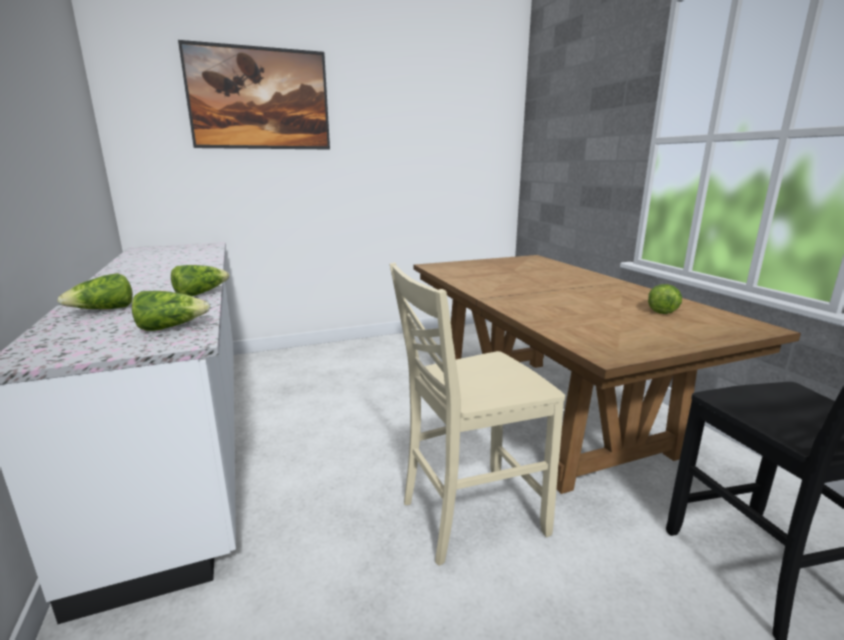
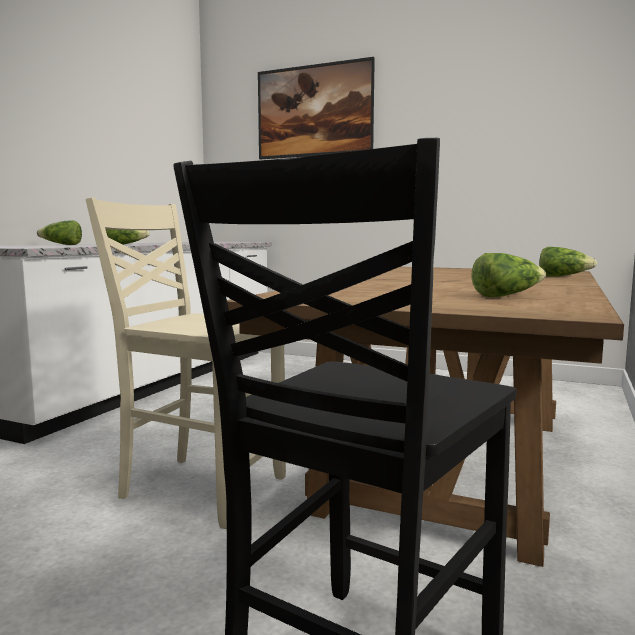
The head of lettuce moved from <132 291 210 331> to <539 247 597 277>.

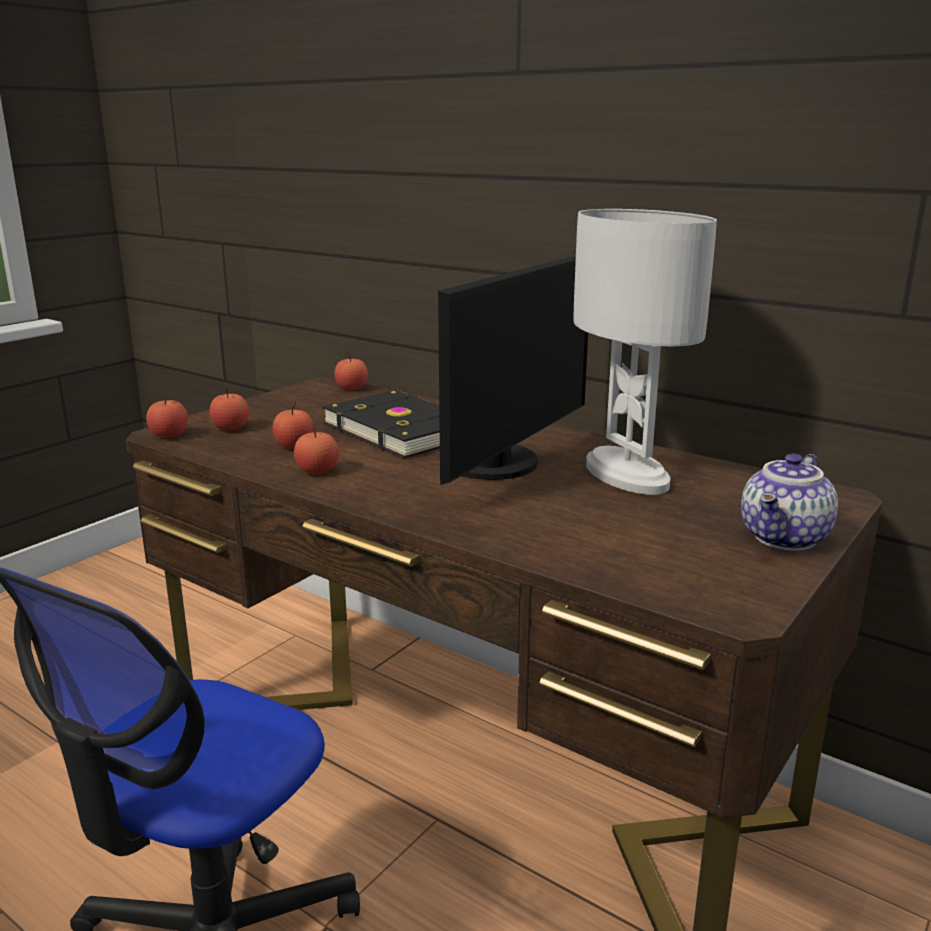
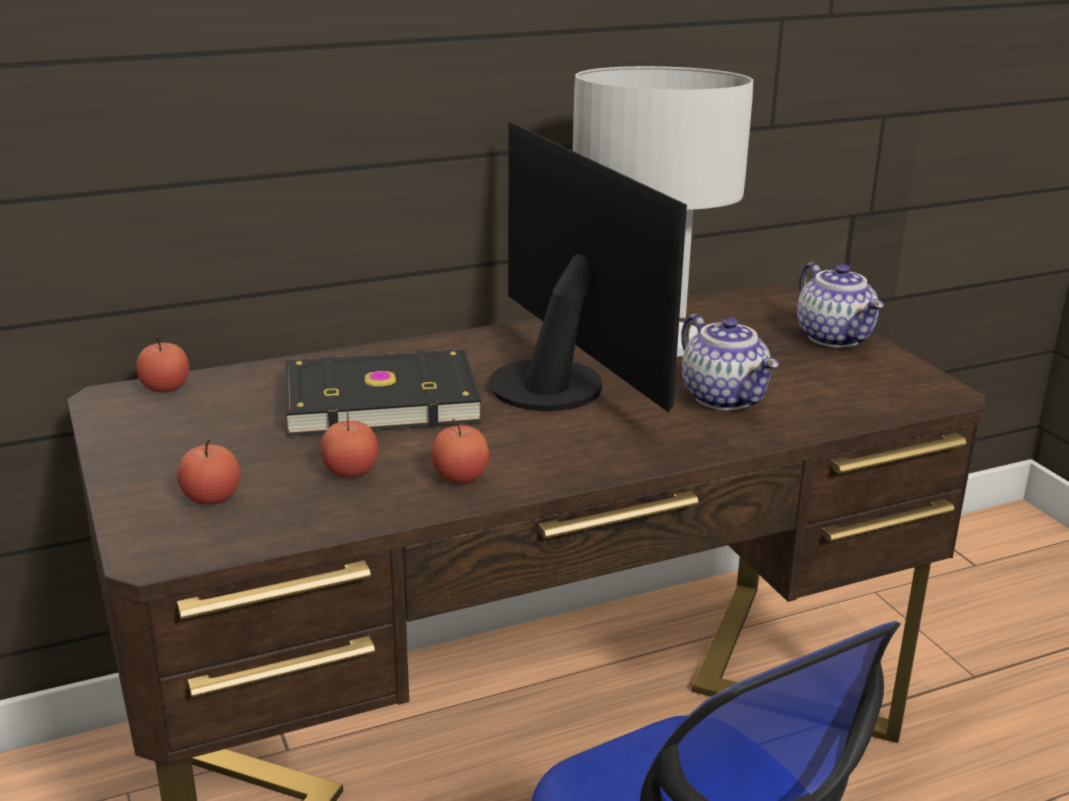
The apple fruit at <146 393 188 438> disappeared.
The pot for tea at <681 314 779 410> appeared.

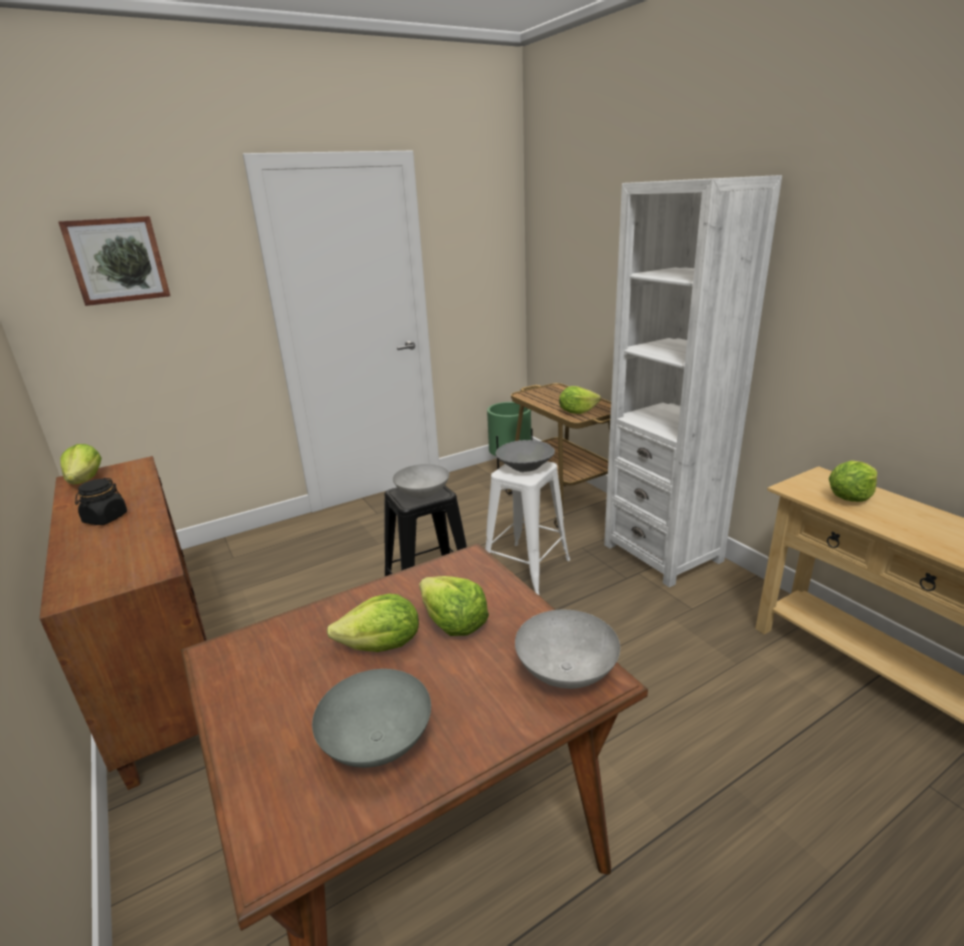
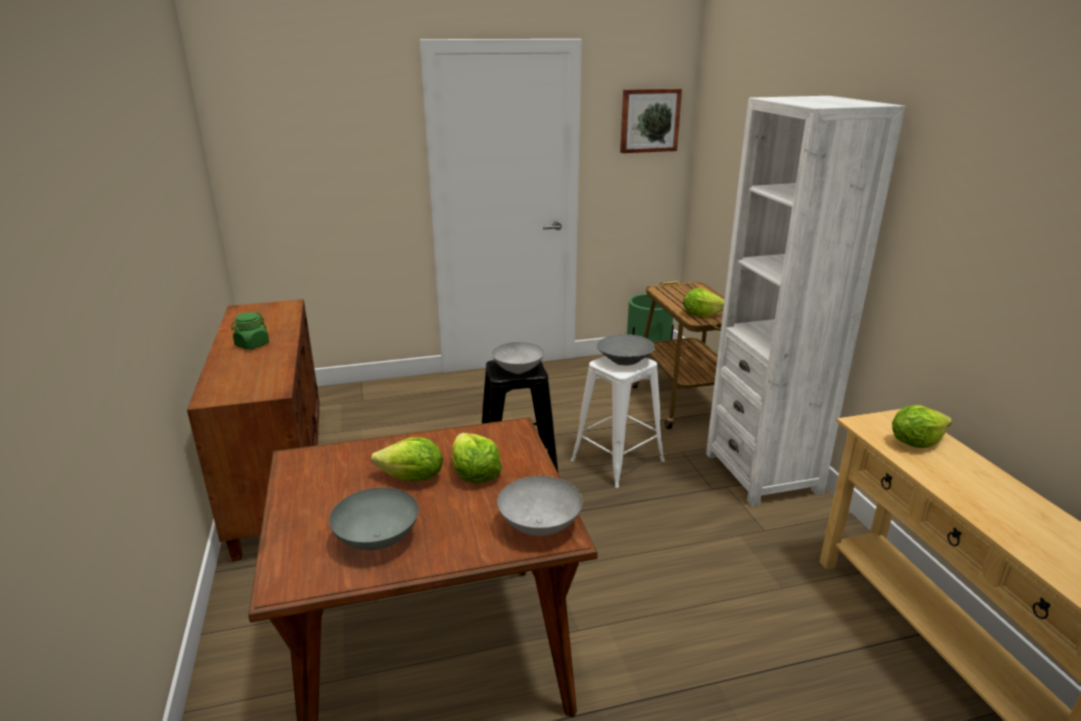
The head of lettuce at <60 444 102 485> disappeared.
The picture moved from <58 216 170 306> to <620 88 682 153>.
The jar in black at <75 478 127 525> became the jar in green-coloured at <231 312 269 350>.

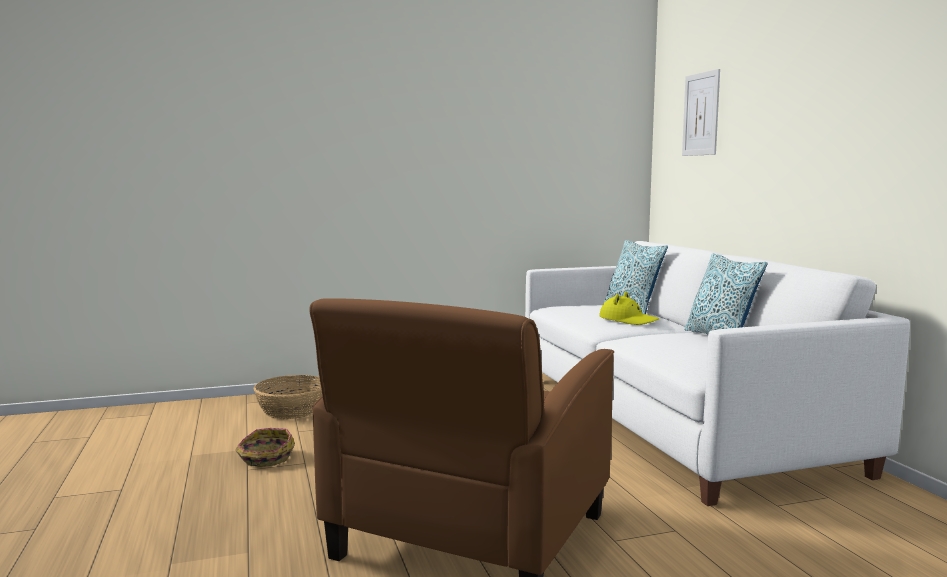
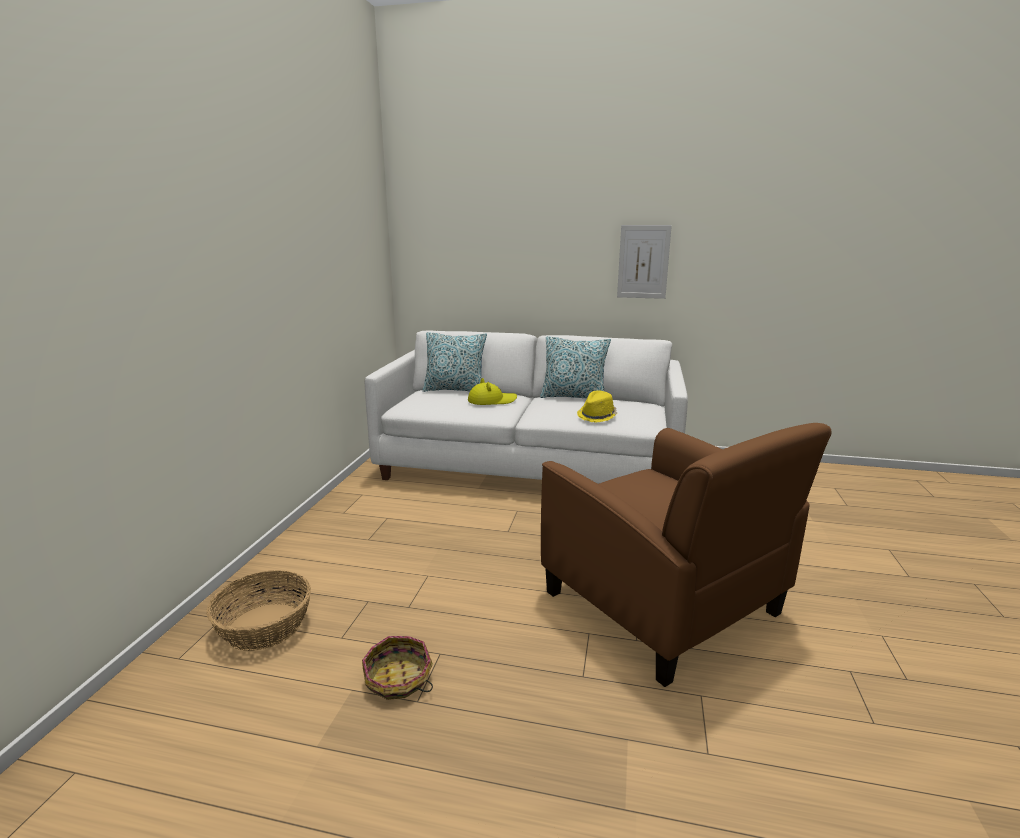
The clothing hat in yellow at <577 390 617 423> appeared.
The picture moved from <682 69 720 156> to <617 225 672 299>.

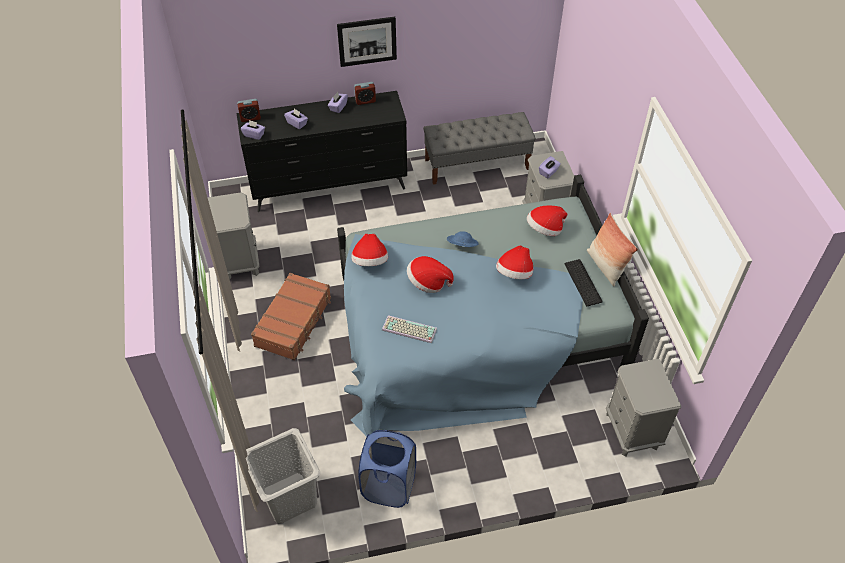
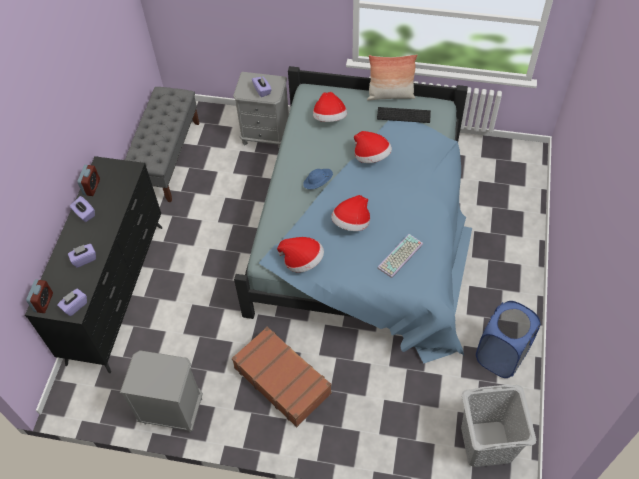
The picture at <337 17 397 67> disappeared.
The bedside table in greyish at <606 359 681 457> disappeared.

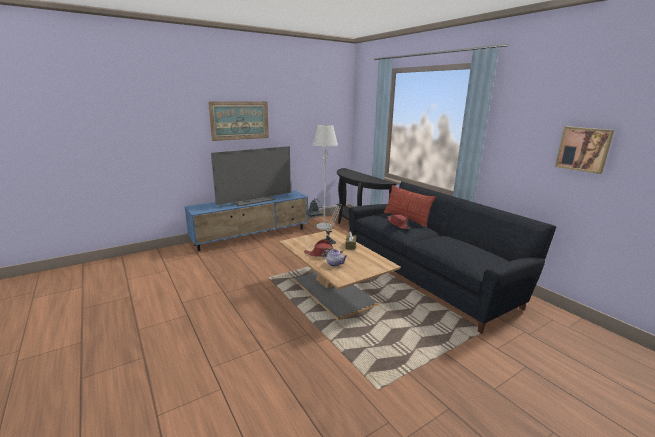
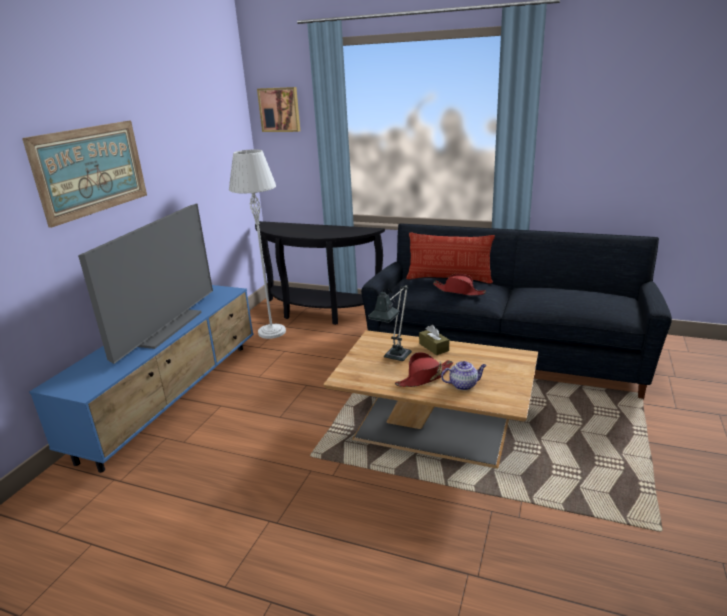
The picture moved from <555 127 614 174> to <257 87 300 132>.

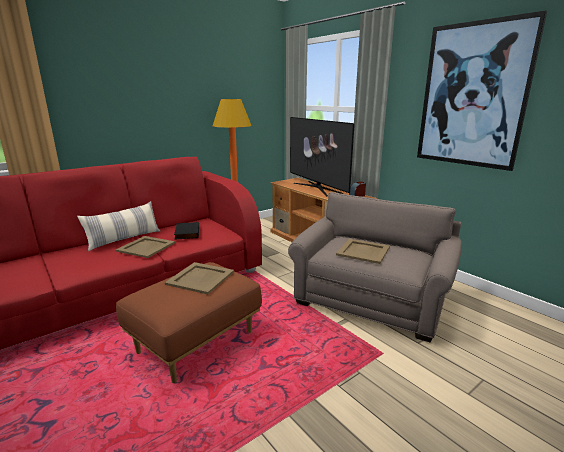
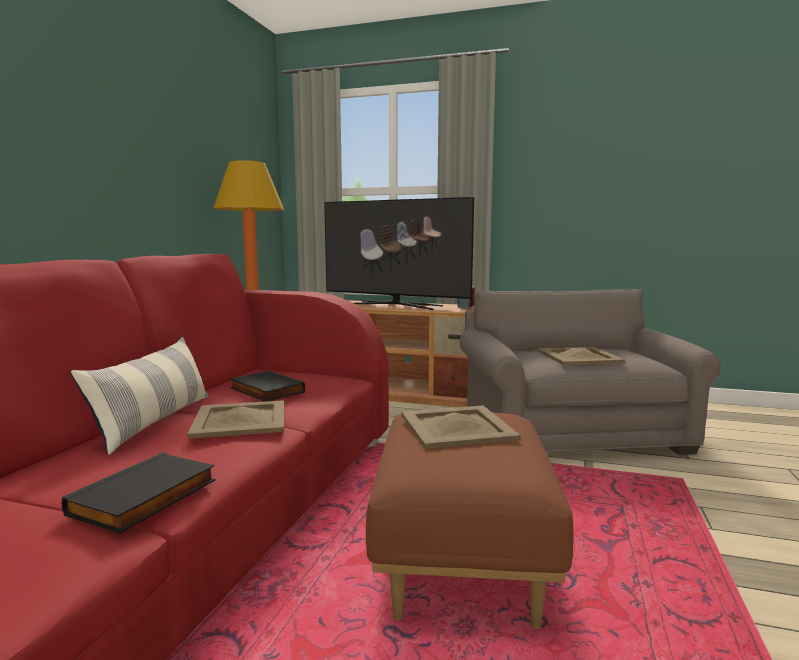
The picture at <417 10 547 171> disappeared.
The book in black at <62 452 216 534> appeared.

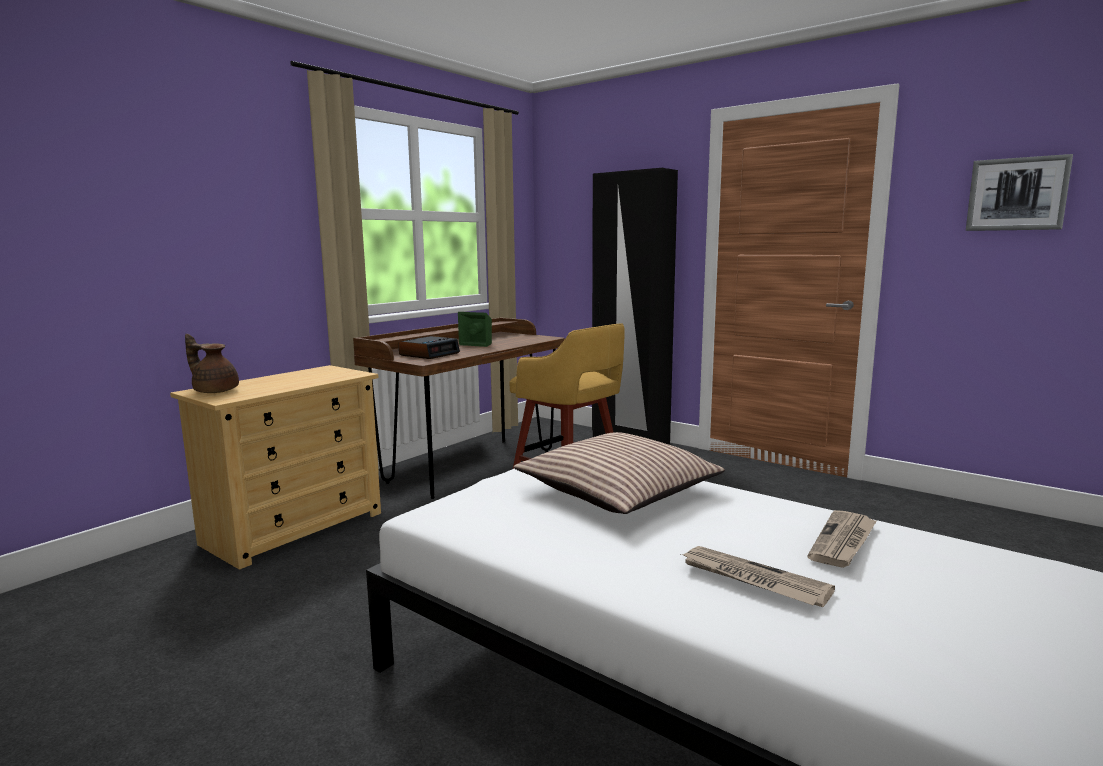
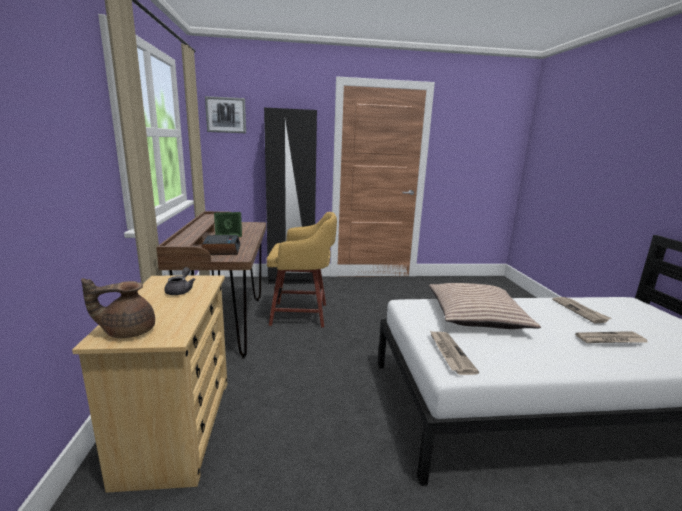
The pot for tea in greyish at <164 267 196 295> appeared.
The printed paper at <430 331 479 375> appeared.
The picture moved from <966 154 1073 231> to <205 96 246 133>.

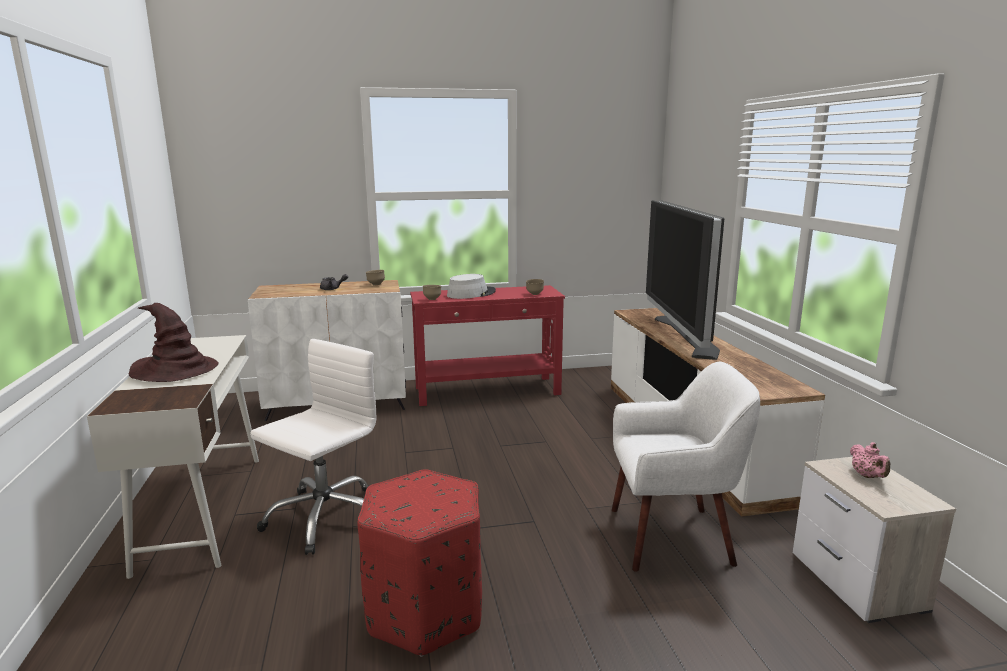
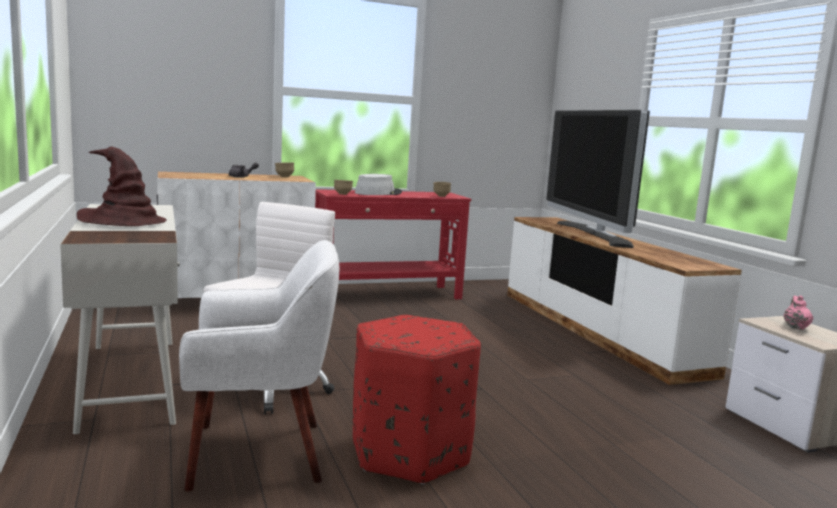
The easy chair in white-coloured moved from <612 362 760 572> to <179 240 339 492>.
The pot for tea in pink at <850 442 891 478> turned 150 degrees counterclockwise.

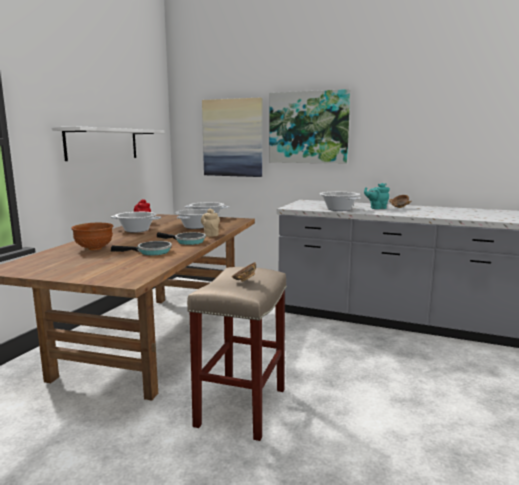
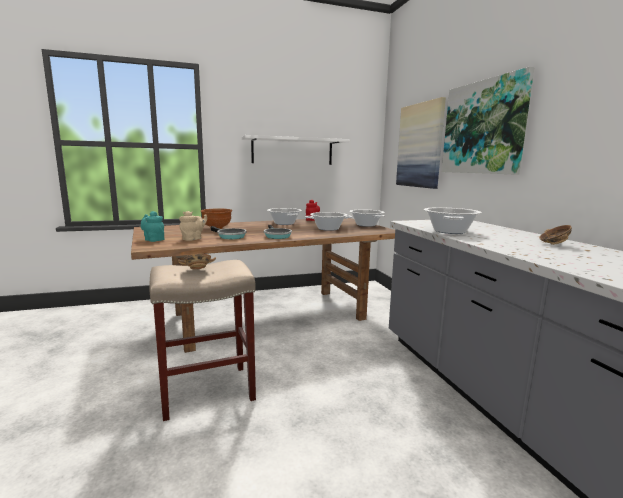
The pot for tea in beige-coloured moved from <201 208 220 237> to <179 211 207 241>.
The pot for tea in turquoise moved from <364 183 390 209> to <141 211 165 242>.

